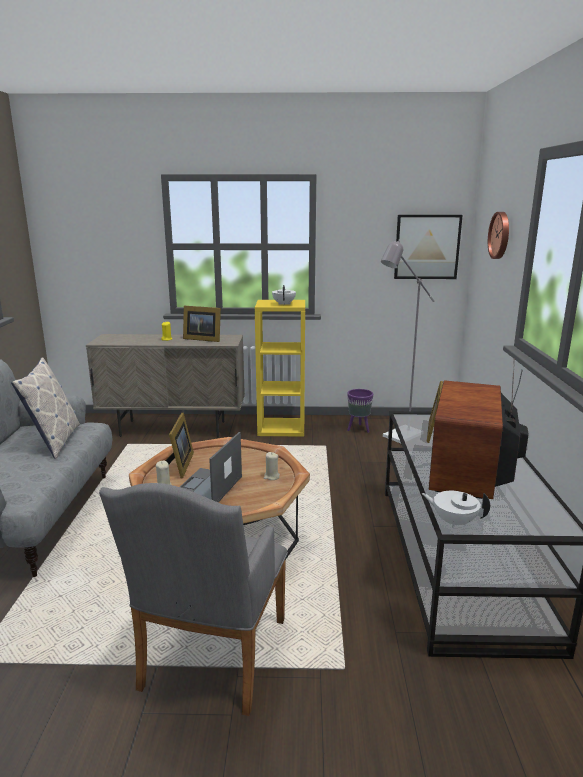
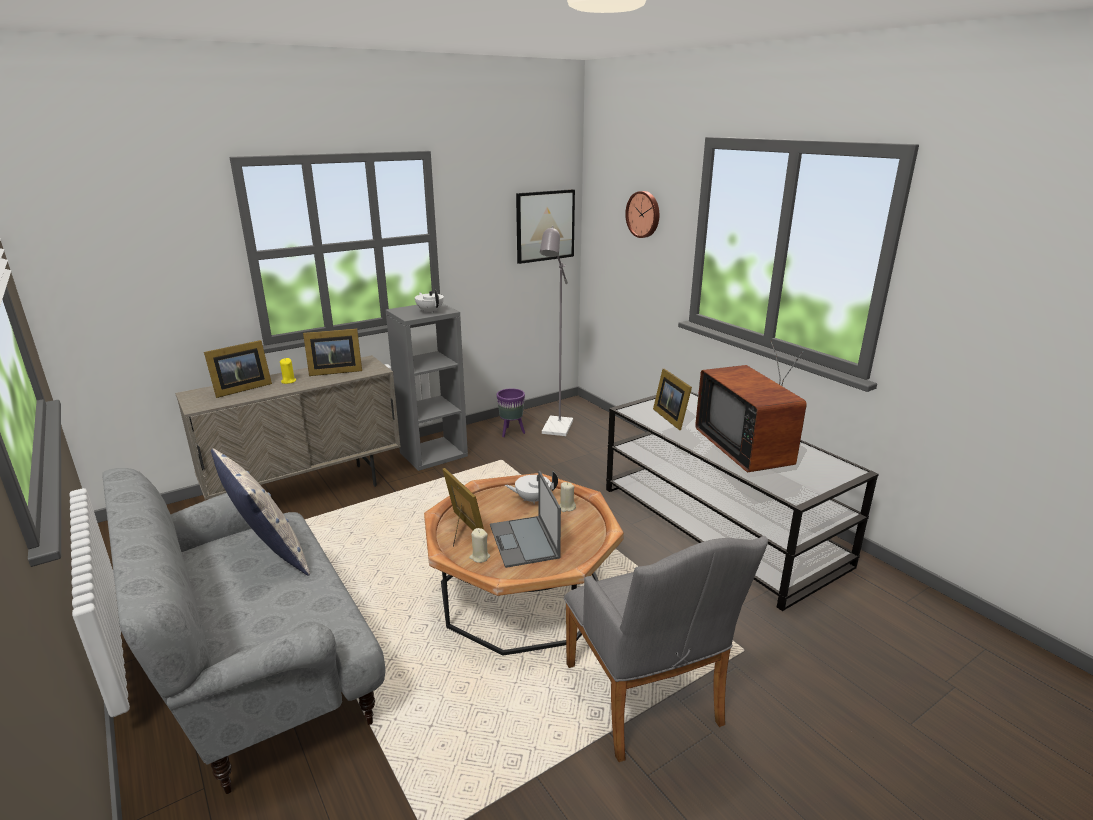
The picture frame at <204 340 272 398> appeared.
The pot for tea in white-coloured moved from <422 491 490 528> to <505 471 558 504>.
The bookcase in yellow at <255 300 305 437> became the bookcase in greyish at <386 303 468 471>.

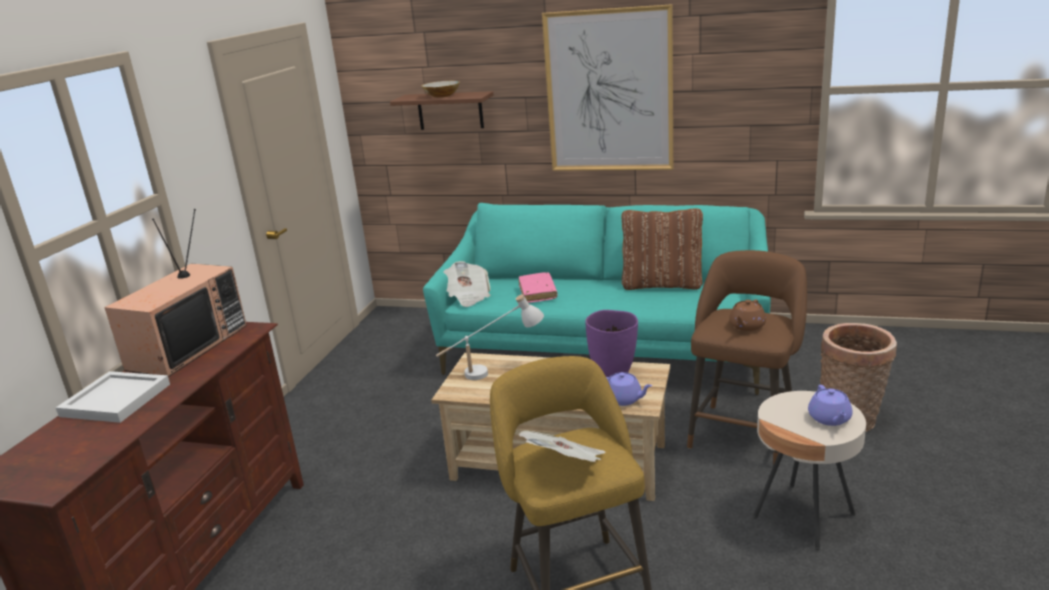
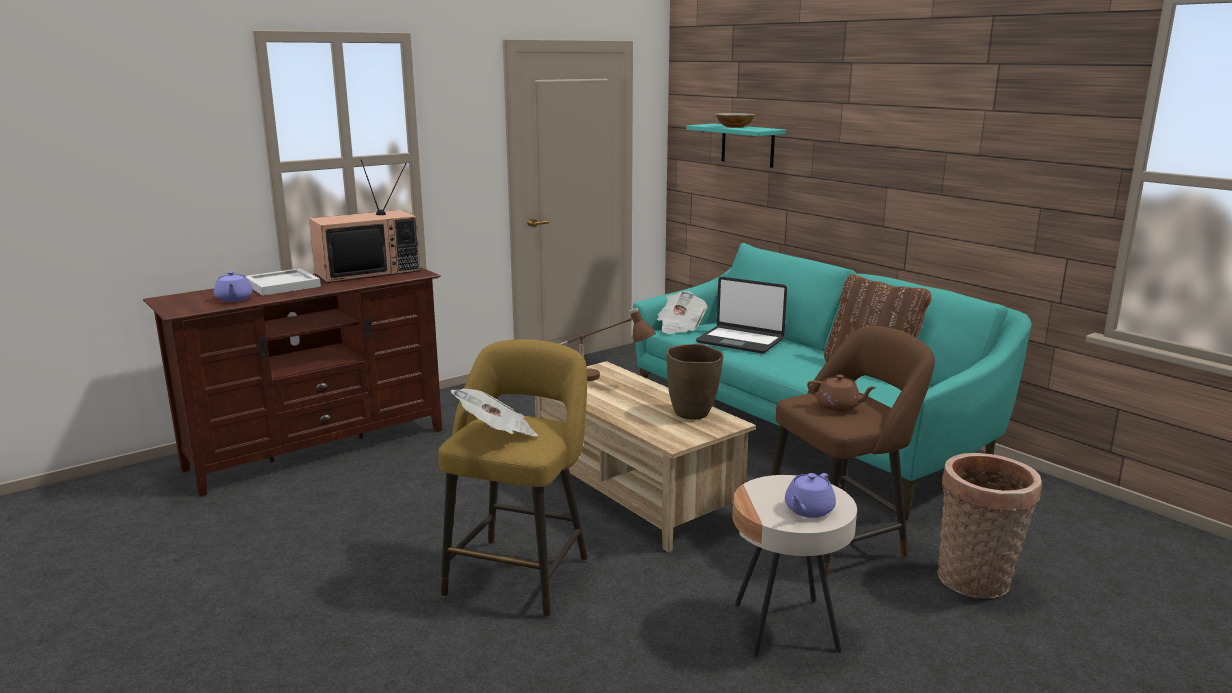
The picture at <542 4 673 171> disappeared.
The pot for tea in purple-coloured moved from <606 372 652 406> to <214 271 253 302>.
The book in pink at <519 273 558 303> was replaced by the notebook computer at <696 277 787 354>.
The wall shelf in brownish at <390 91 494 130> became the wall shelf in turquoise at <687 124 786 168>.
The tabletop lamp in white-coloured at <436 294 544 380> became the tabletop lamp in brownish at <560 308 656 381>.
The vase in purple-coloured at <585 310 638 377> became the vase in brownish at <667 344 724 420>.
The pot for tea in brownish at <729 299 766 331> turned 135 degrees counterclockwise.

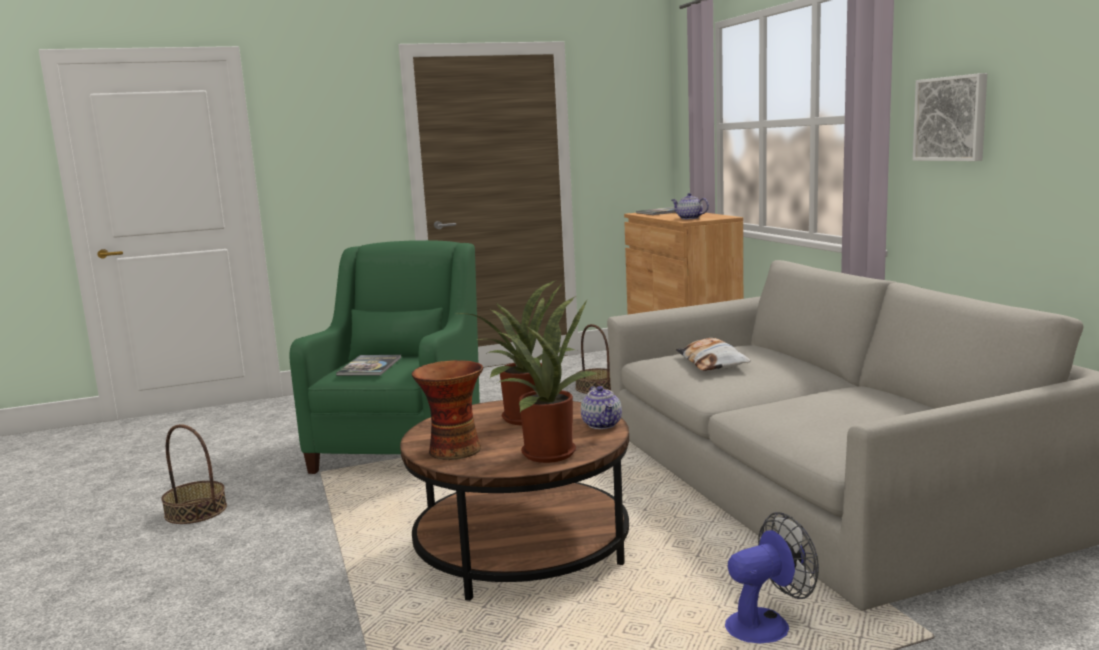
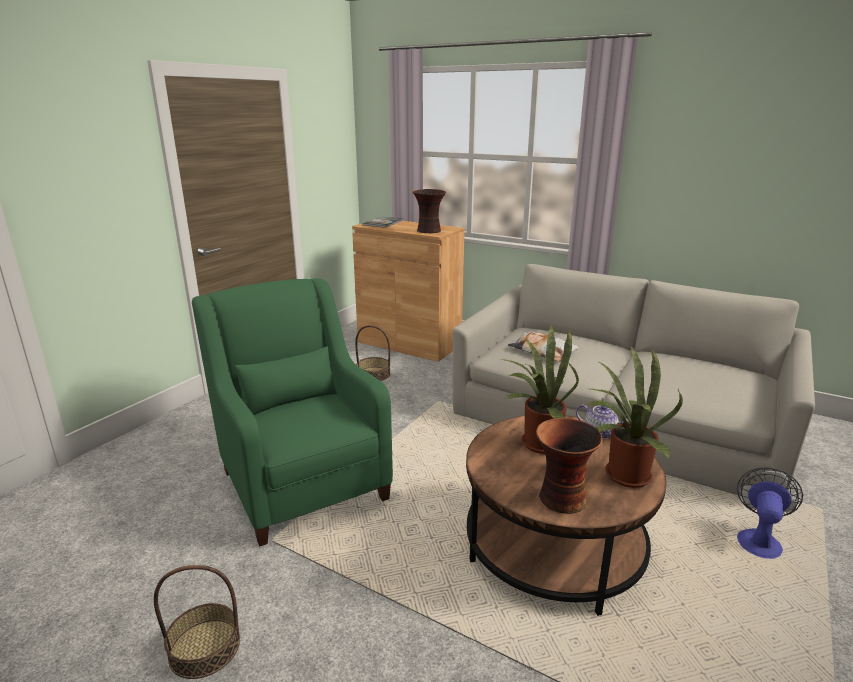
The book at <336 355 401 376> disappeared.
The picture at <913 73 987 161> disappeared.
The pot for tea at <672 193 709 219> was replaced by the vase at <413 189 446 233>.

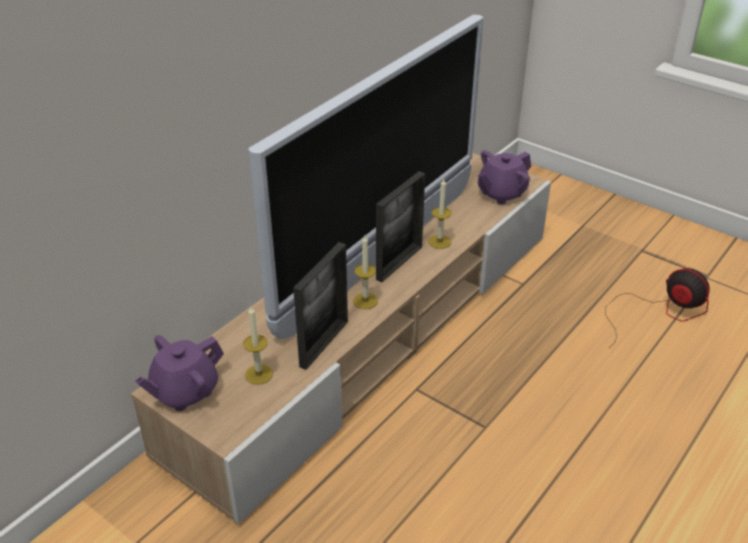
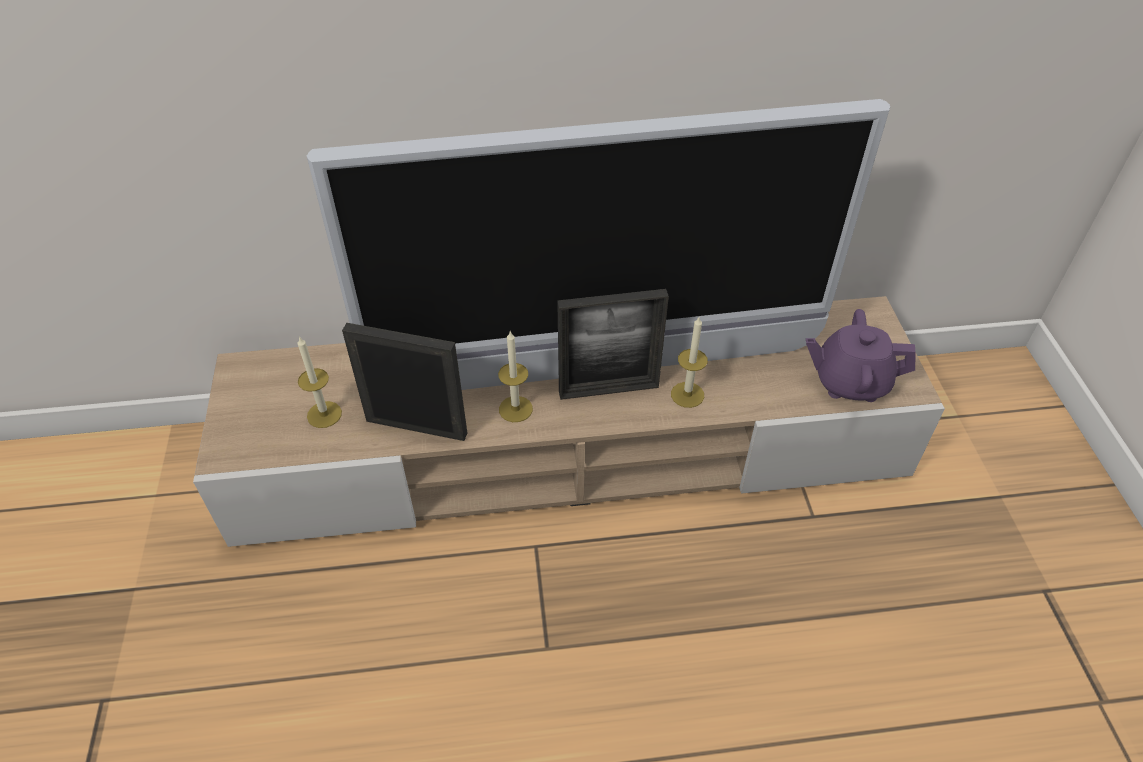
The pot for tea in purple-coloured at <135 335 224 411> disappeared.
The electric fan at <605 268 710 349> disappeared.
The picture frame at <293 242 348 370> turned 150 degrees counterclockwise.

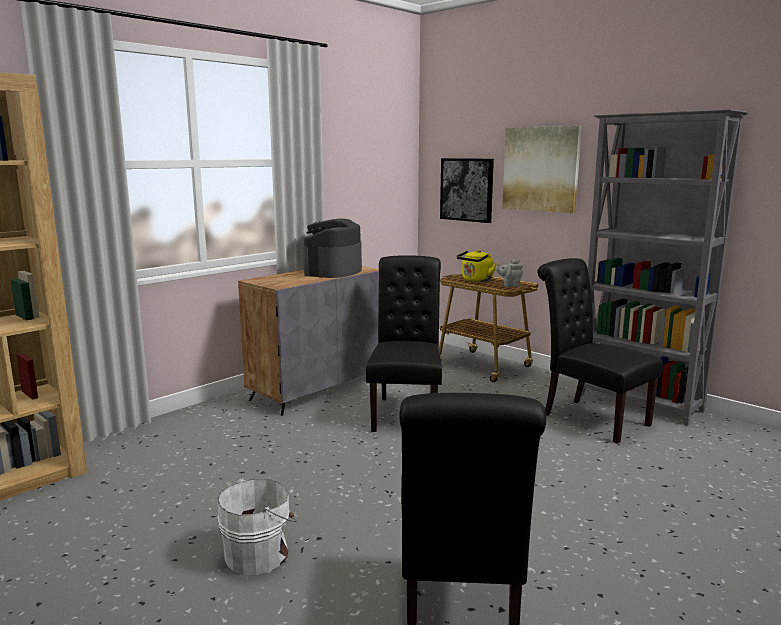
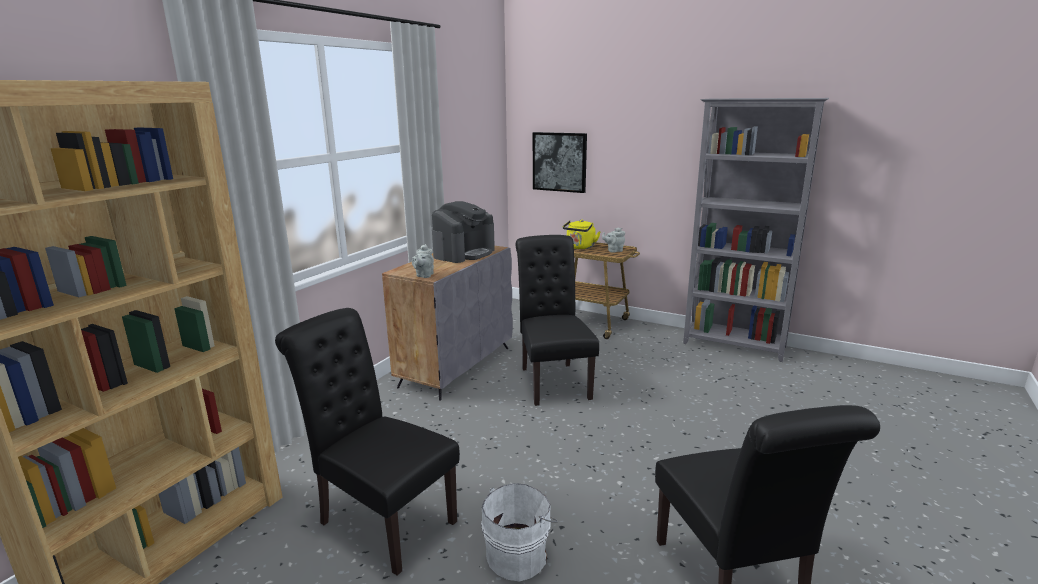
The picture at <502 126 582 213> disappeared.
The pot for tea in greyish at <412 244 434 278> appeared.
The chair in black moved from <538 258 663 444> to <275 308 460 576>.
The coffee brewer at <303 218 362 278> turned 150 degrees counterclockwise.

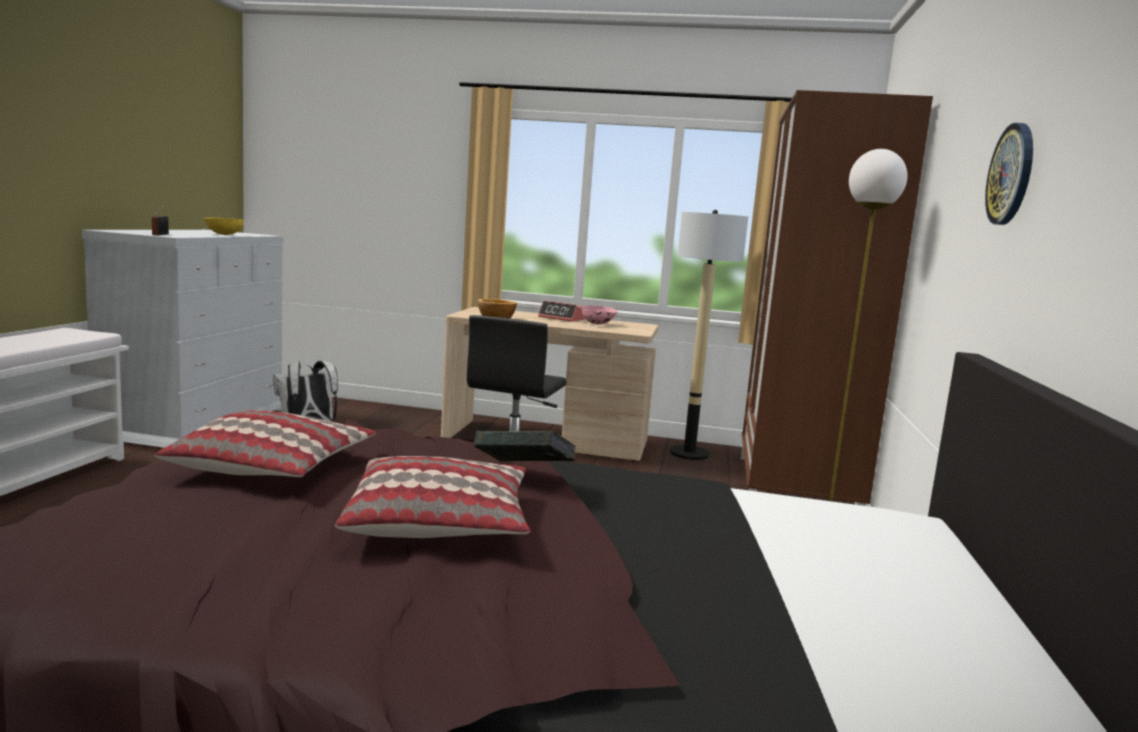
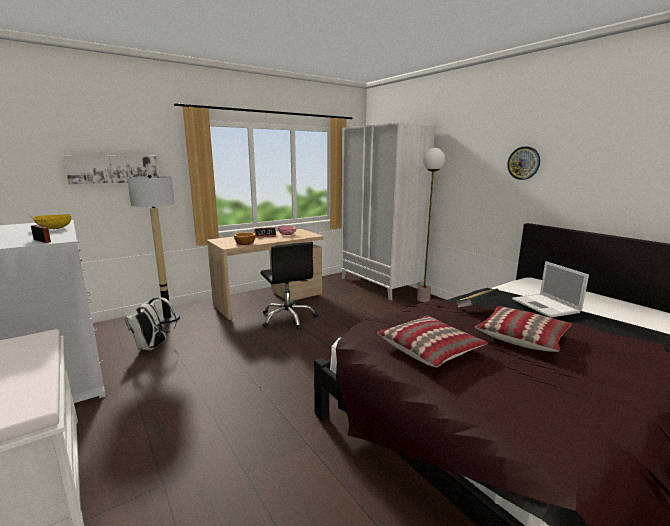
The picture at <63 155 158 184> appeared.
The notebook computer at <512 261 589 318> appeared.
The standing lamp moved from <670 210 748 460> to <127 174 180 324>.
The armoire in brownish at <741 90 933 506> became the armoire in white-coloured at <341 122 435 300>.

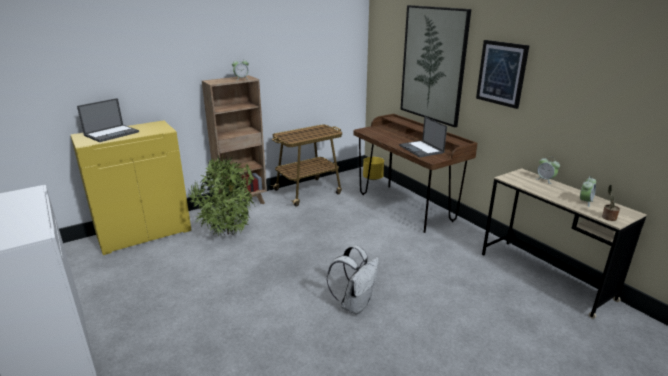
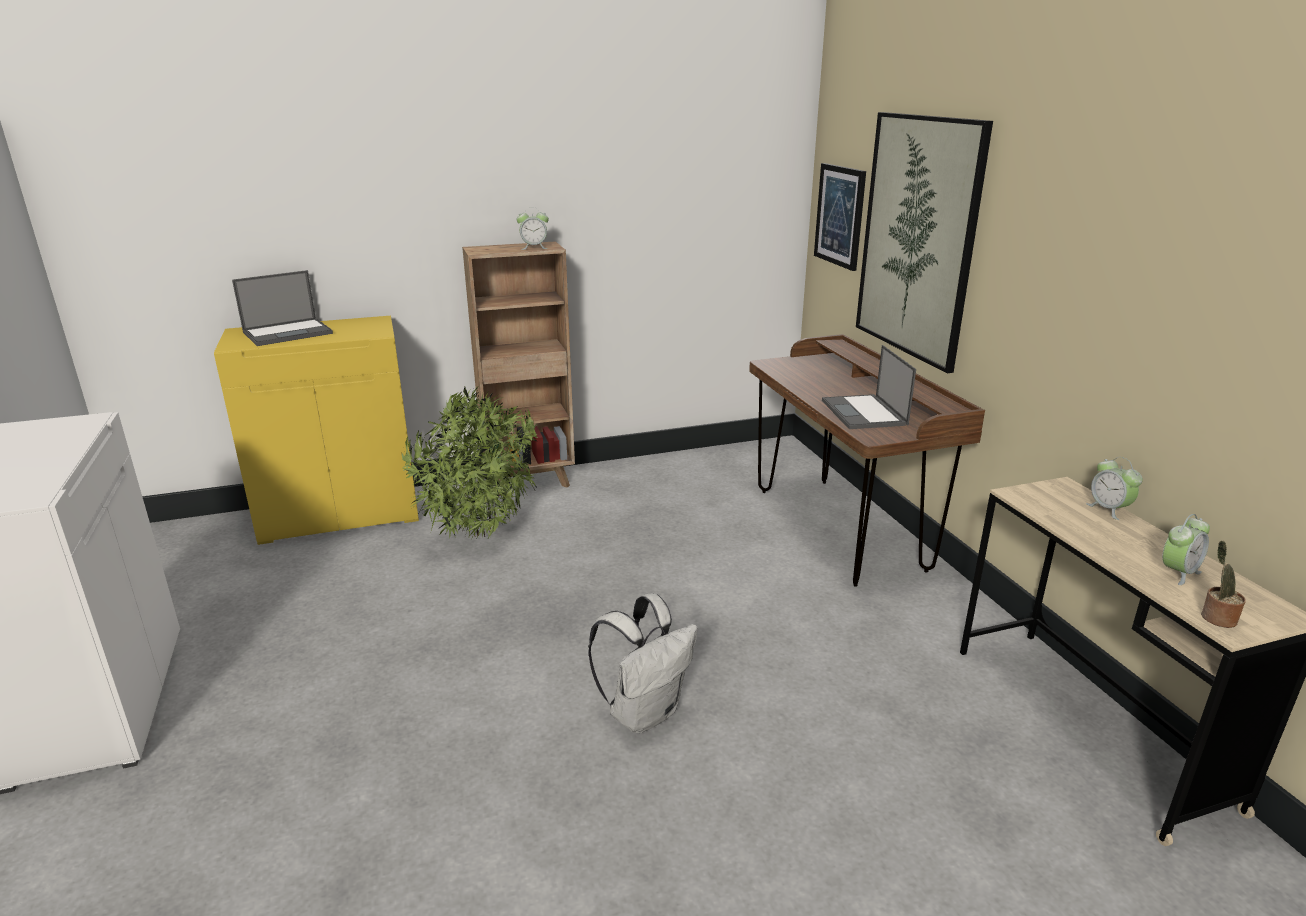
The trolley at <271 125 342 207> disappeared.
The plant pot in yellow at <363 157 384 180> disappeared.
The picture moved from <476 40 530 109> to <814 163 866 271>.

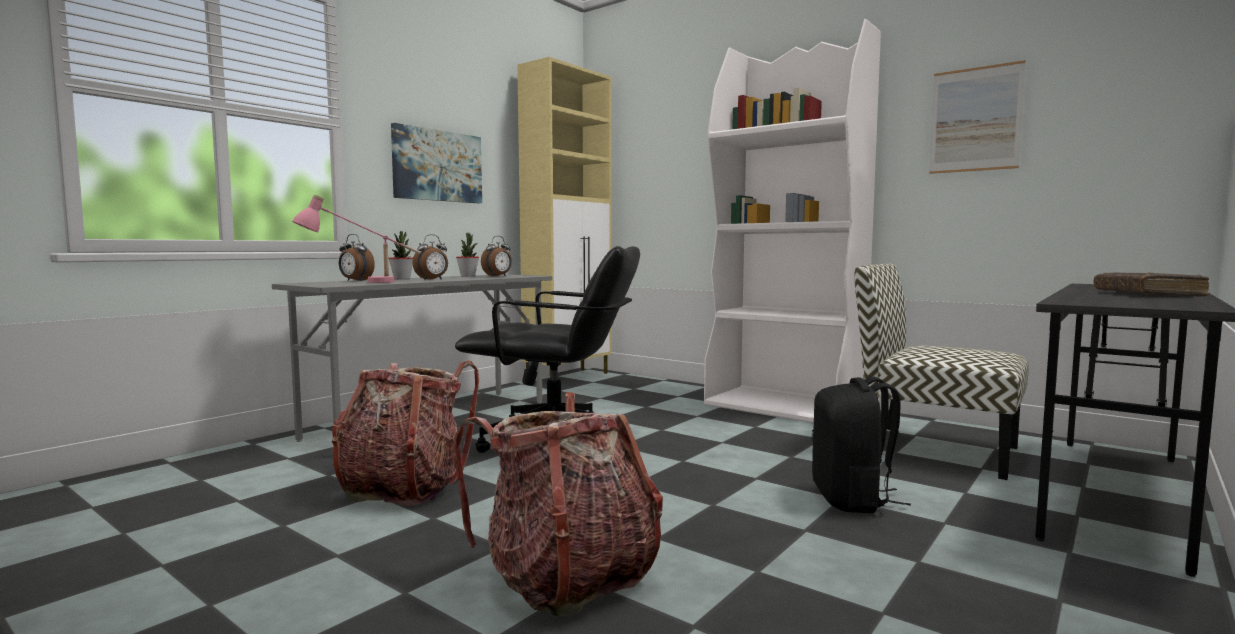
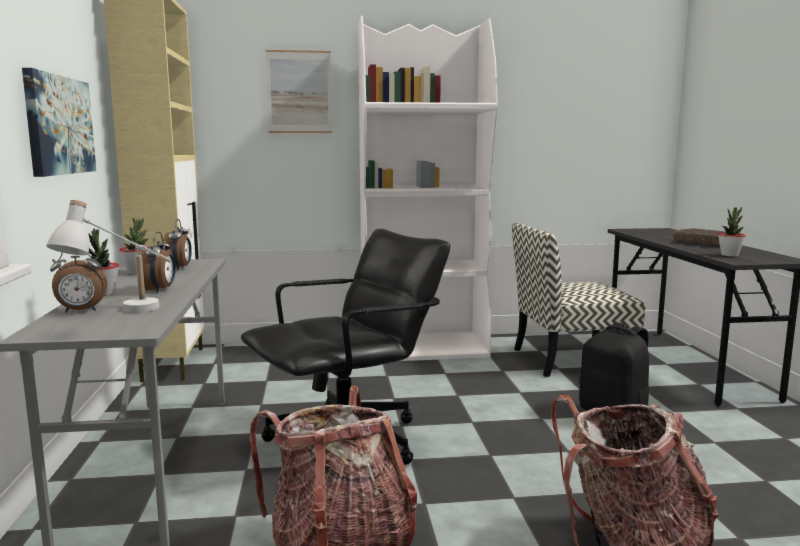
The houseplant at <718 207 746 257> appeared.
The picture moved from <929 60 1026 174> to <266 50 332 133>.
The tabletop lamp in pink at <292 195 421 283> became the tabletop lamp in white-coloured at <46 200 172 313>.

